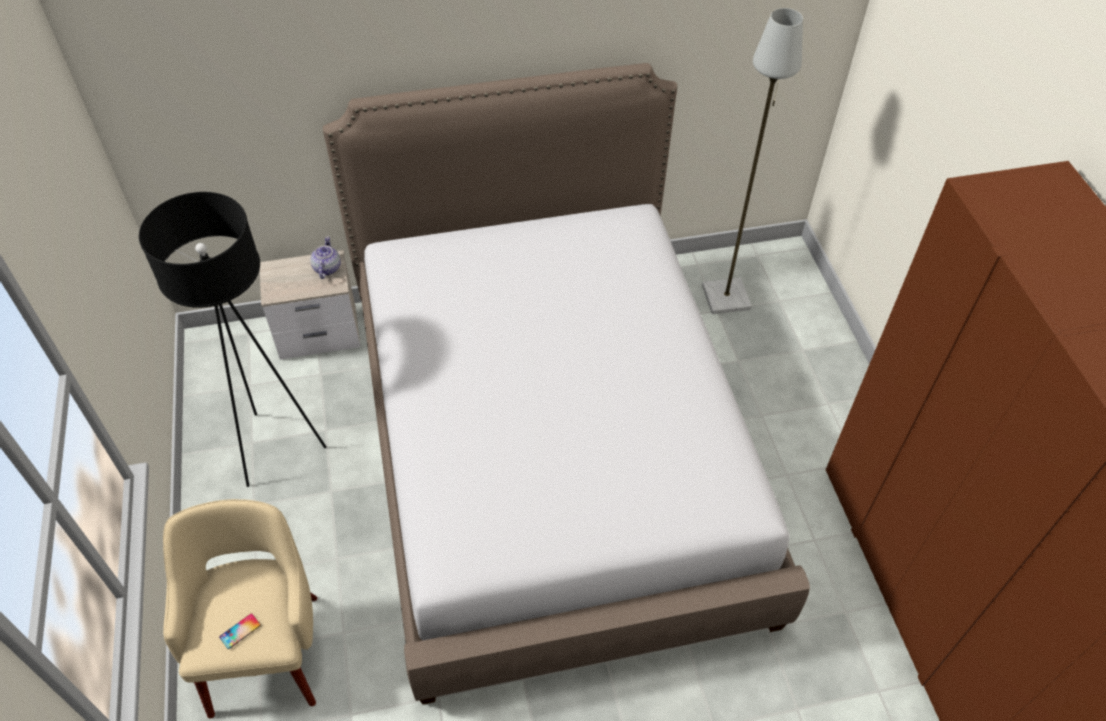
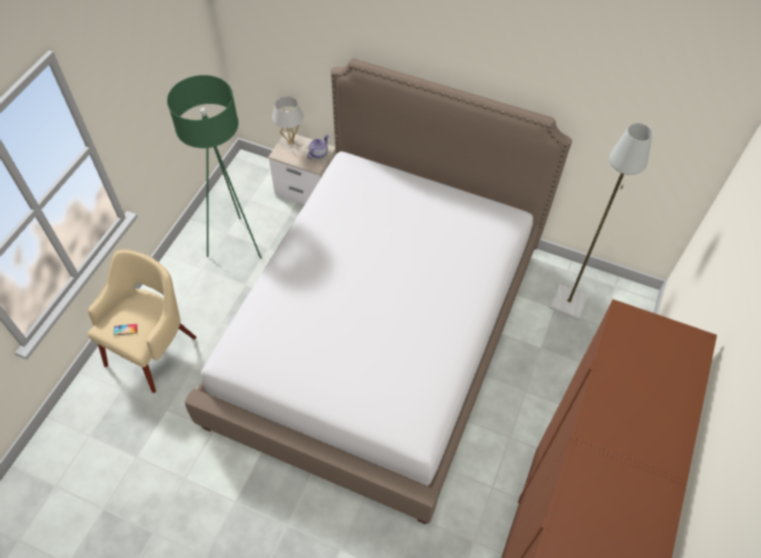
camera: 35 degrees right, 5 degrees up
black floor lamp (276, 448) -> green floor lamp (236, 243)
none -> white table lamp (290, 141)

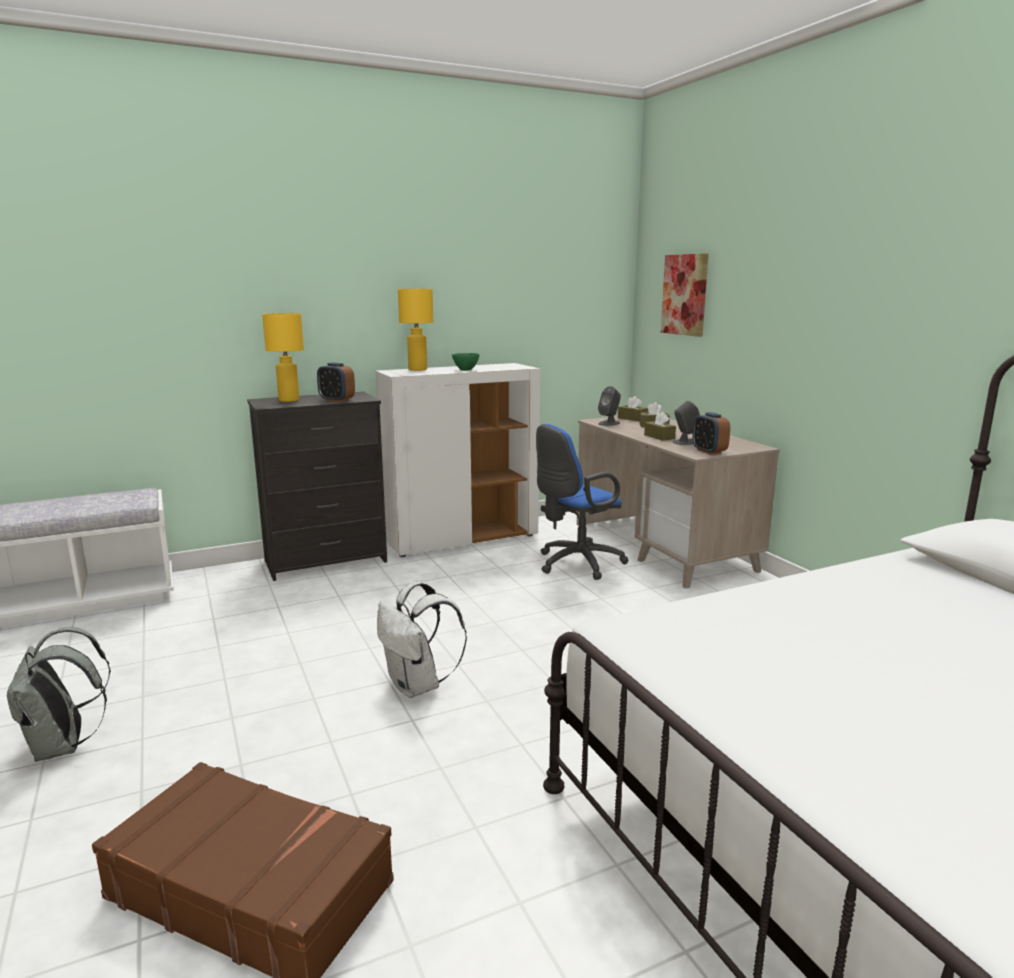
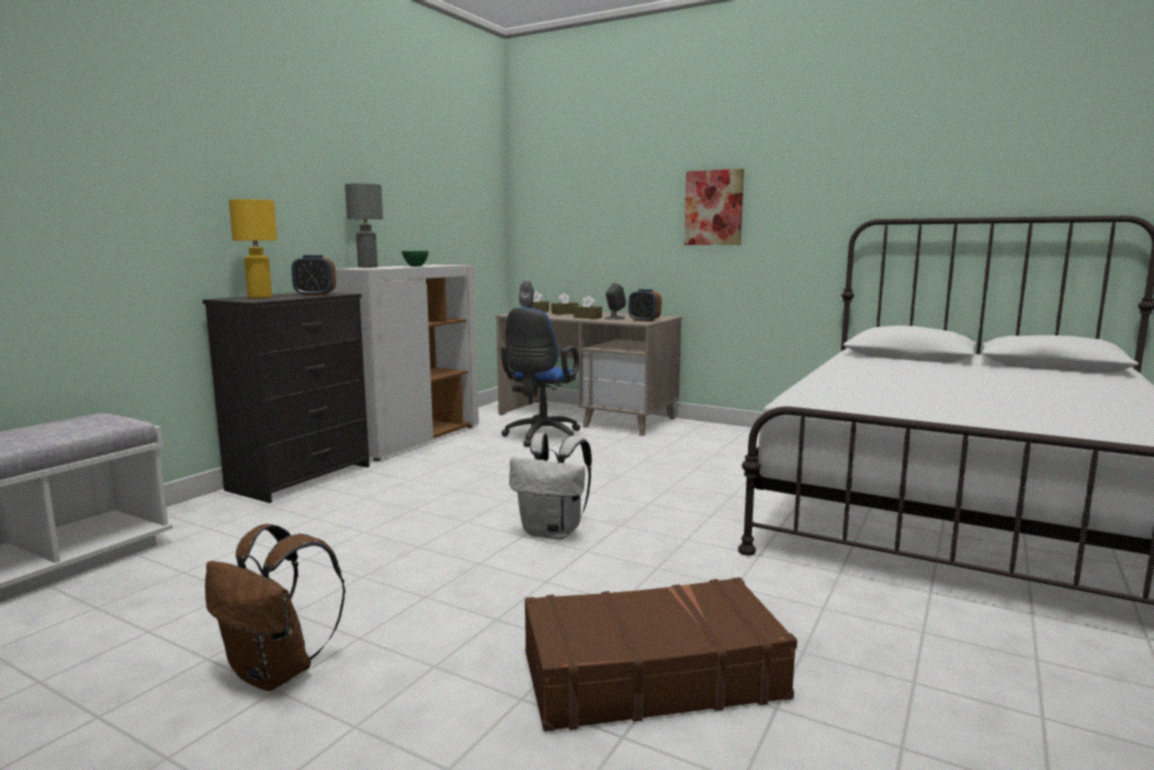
camera: 35 degrees left, 5 degrees down
grey backpack (63, 746) -> brown backpack (276, 672)
yellow table lamp (417, 369) -> grey table lamp (367, 267)
picture (685, 295) -> picture (713, 208), move

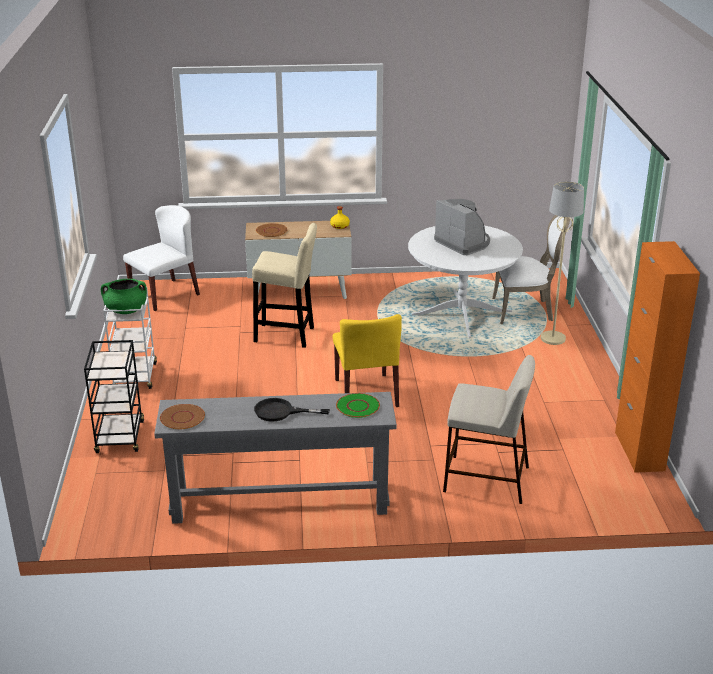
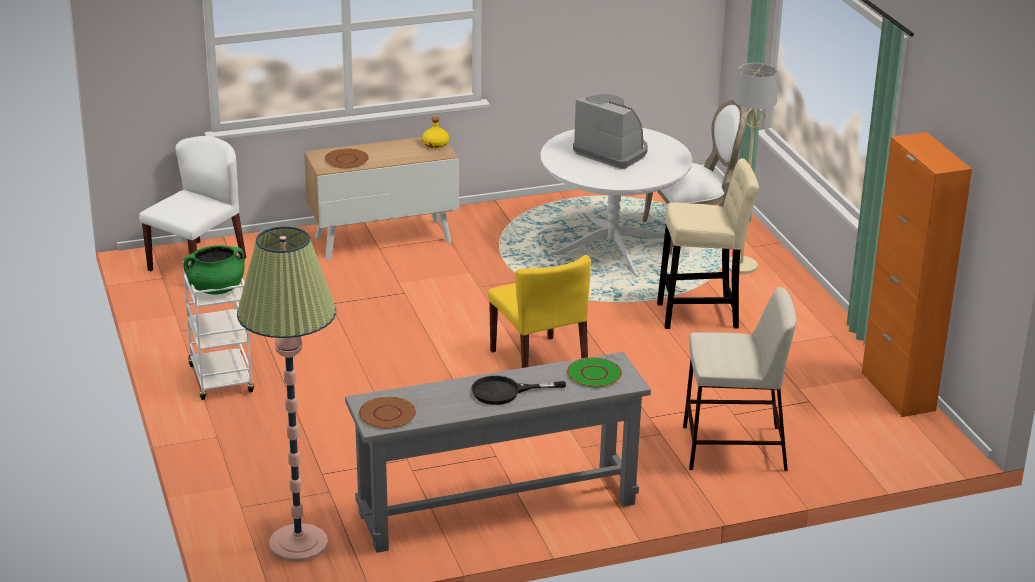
camera: 15 degrees left, 0 degrees up
black cart (120, 438) -> none
beige stool (287, 335) -> beige stool (702, 315), move
none -> floor lamp (298, 543)

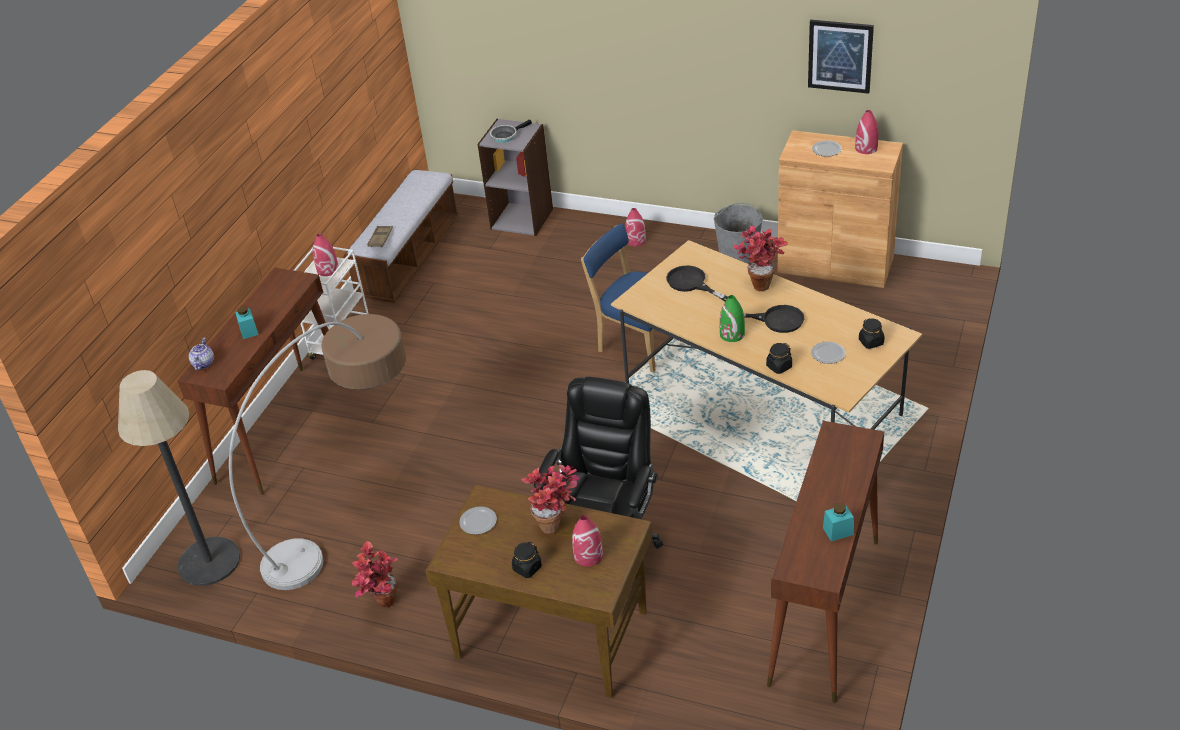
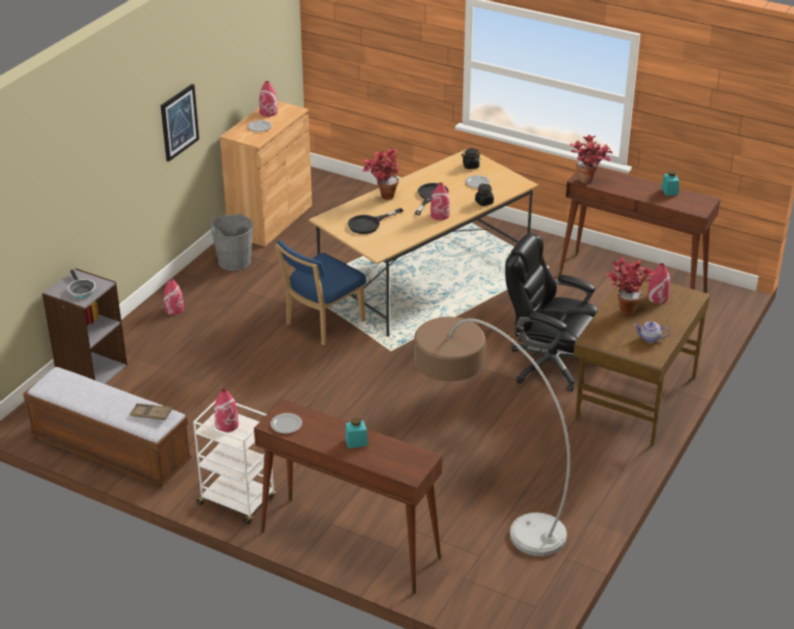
camera: 85 degrees left, 5 degrees down
floor lamp (209, 562) -> none
teapot (203, 363) -> teapot (649, 339), move
potted plant (381, 605) -> potted plant (589, 182), move
plate (477, 521) -> plate (285, 425), move
black jar (527, 568) -> none
green vase (732, 334) -> red vase (440, 215)
picture (840, 56) -> picture (179, 122), move

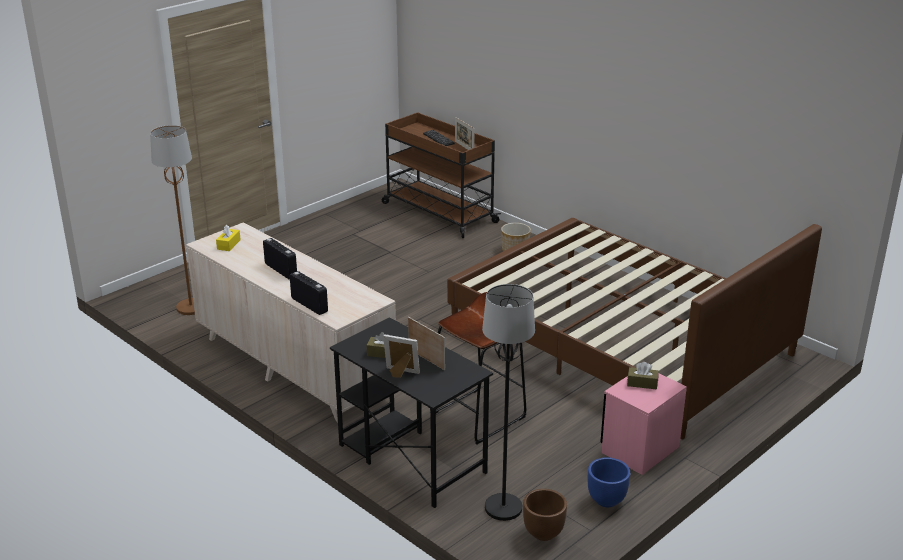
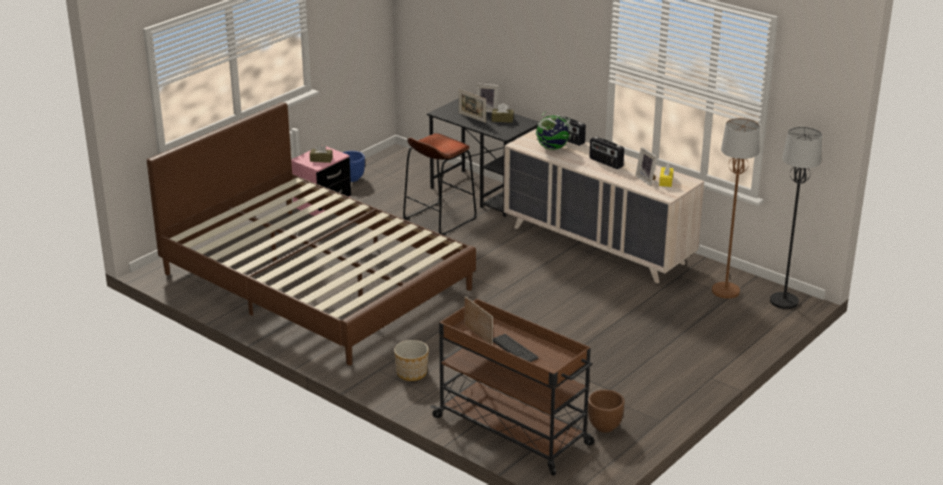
camera: 175 degrees right, 0 degrees up
black floor lamp (503, 508) -> black floor lamp (784, 301), move
brown planter (543, 533) -> brown planter (605, 427), move
none -> globe (552, 148)
none -> picture frame (647, 180)

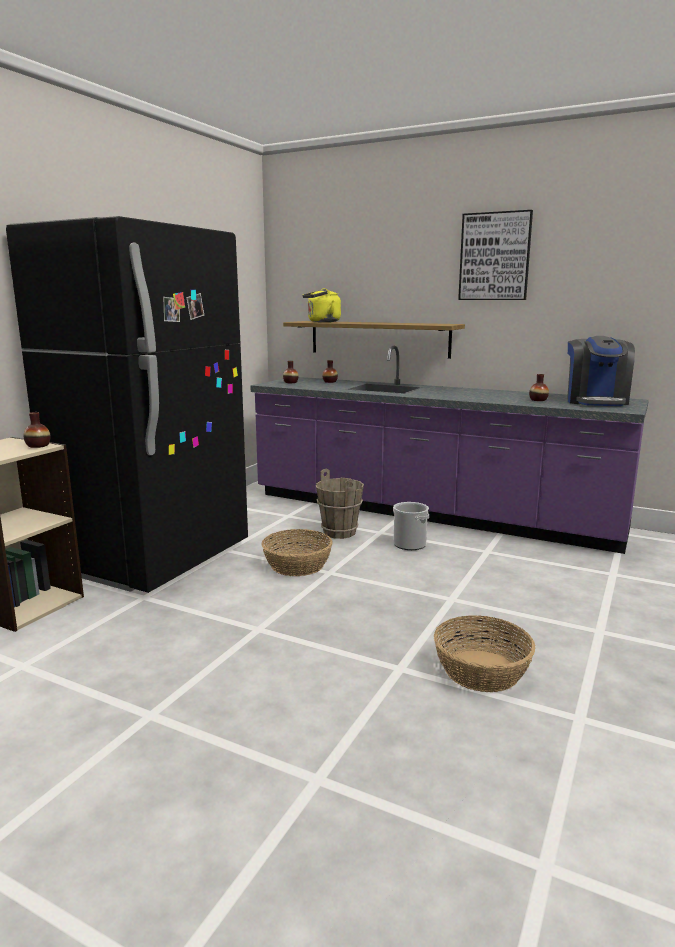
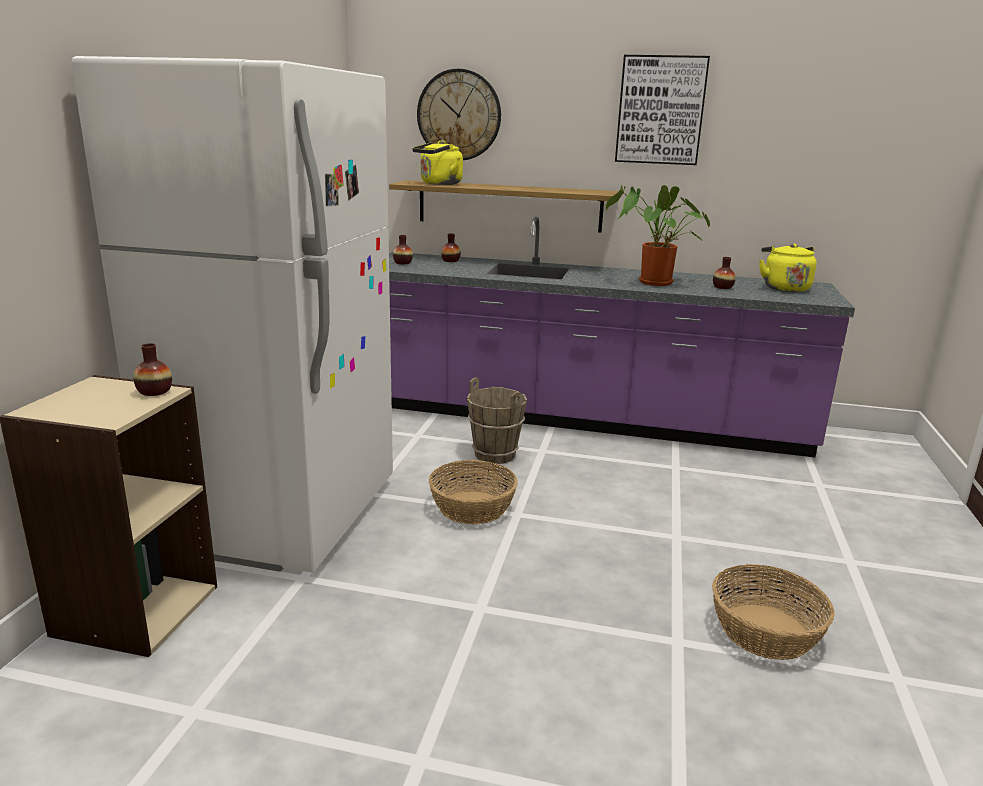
camera: 15 degrees left, 5 degrees up
black fridge (156, 558) -> white fridge (283, 515)
bucket (409, 544) -> none
coffee machine (595, 401) -> yellow kettle (784, 288)
none -> wall clock (459, 115)
none -> potted plant (652, 283)

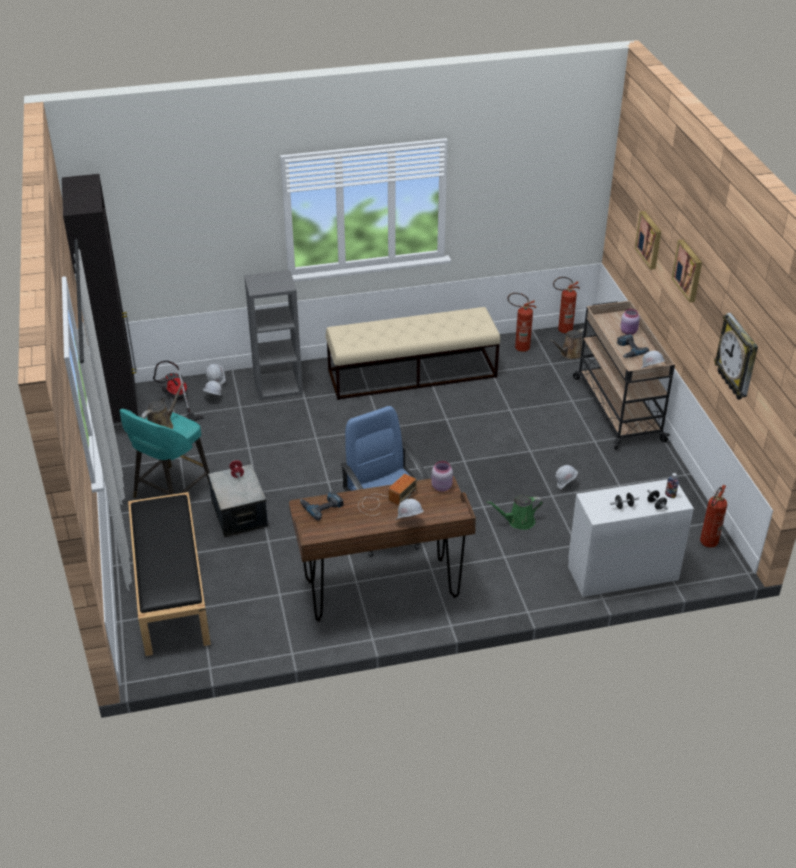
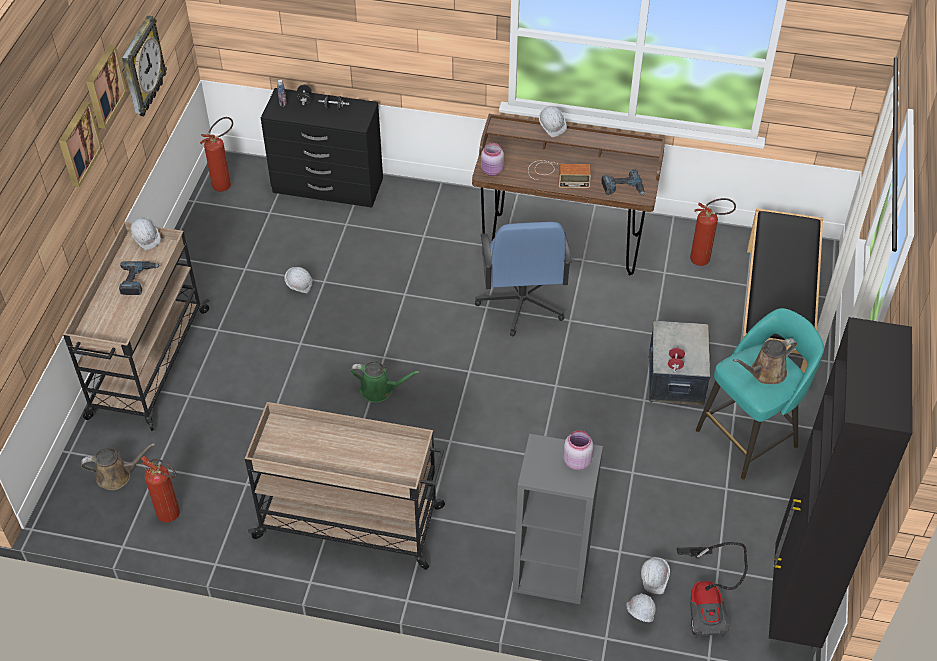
camera: 155 degrees left, 10 degrees up
beige bench (412, 373) -> beige cart (351, 522)
radio (384, 500) -> radio (557, 175), 150 degrees counterclockwise
green watering can (518, 521) -> green watering can (380, 390), move
fire extinguisher (561, 330) -> fire extinguisher (705, 260), move
white dresser (621, 572) -> black dresser (328, 186)
pink jar (629, 332) -> pink jar (576, 460), move
picture (650, 239) -> picture (103, 86), move

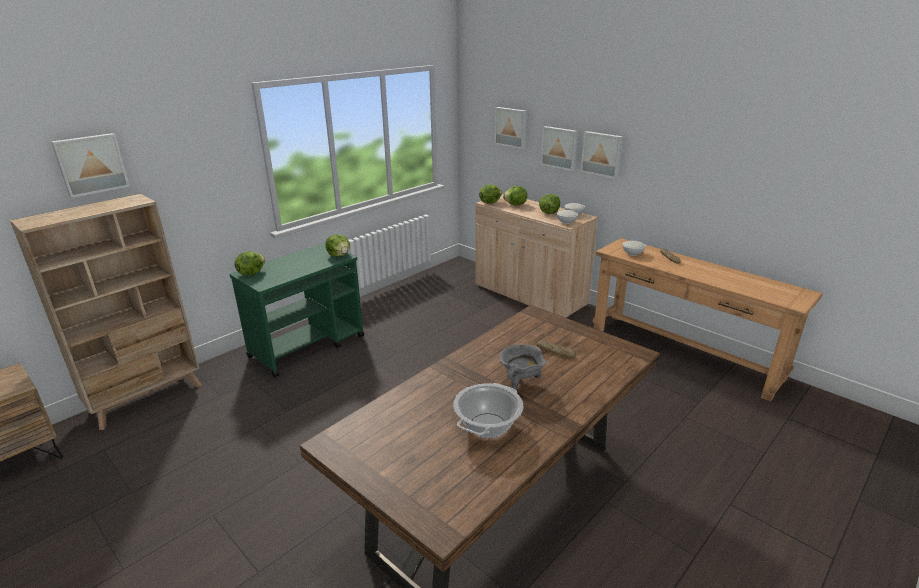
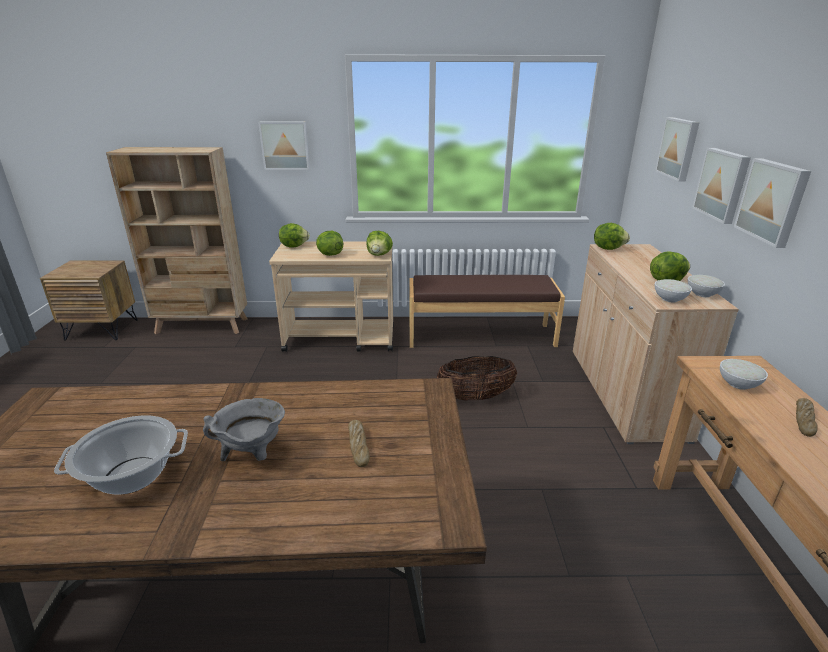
camera: 45 degrees right, 0 degrees up
picture (91, 164) -> picture (285, 145), move
green cart (308, 346) -> beige cart (341, 339)
lettuce (515, 205) -> lettuce (329, 254), move
none -> brown bench (480, 335)
none -> basket (475, 397)

